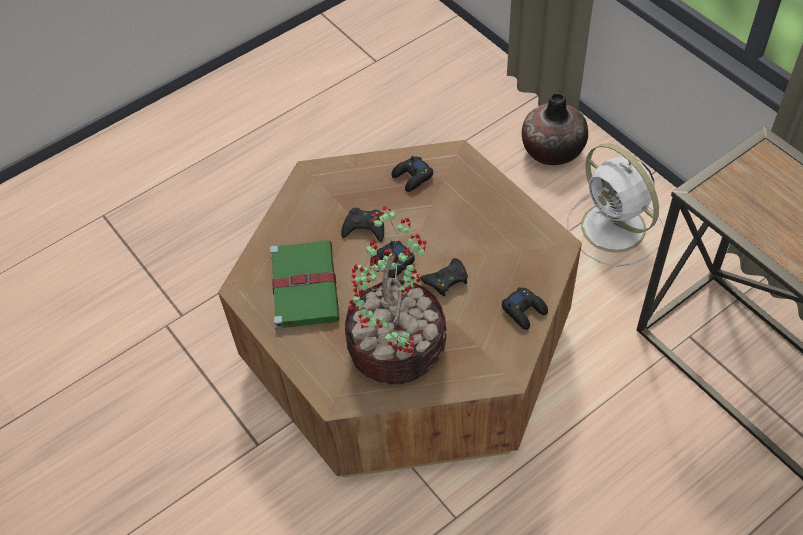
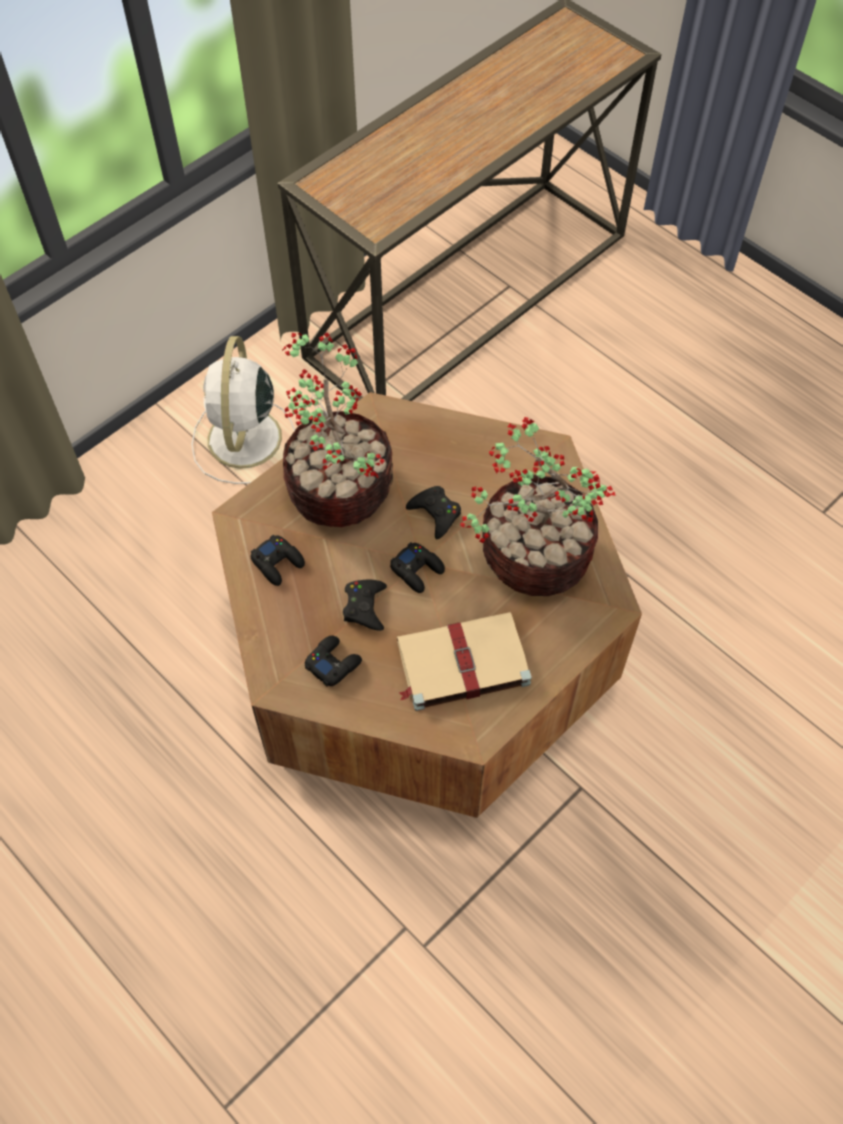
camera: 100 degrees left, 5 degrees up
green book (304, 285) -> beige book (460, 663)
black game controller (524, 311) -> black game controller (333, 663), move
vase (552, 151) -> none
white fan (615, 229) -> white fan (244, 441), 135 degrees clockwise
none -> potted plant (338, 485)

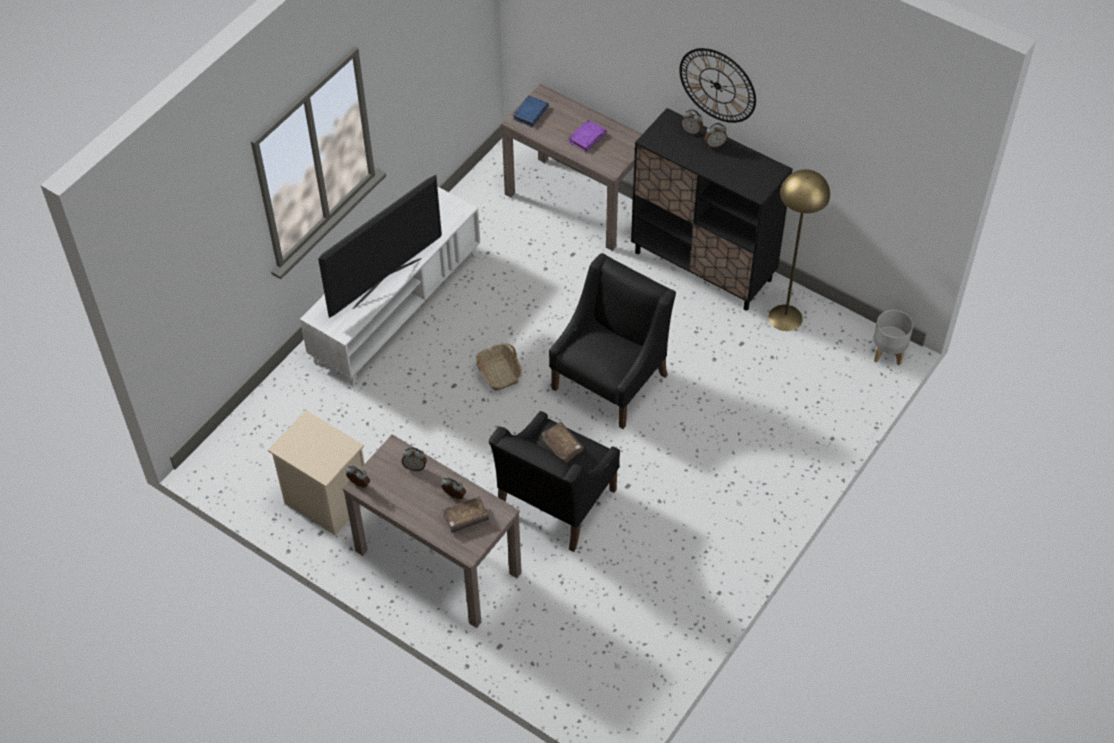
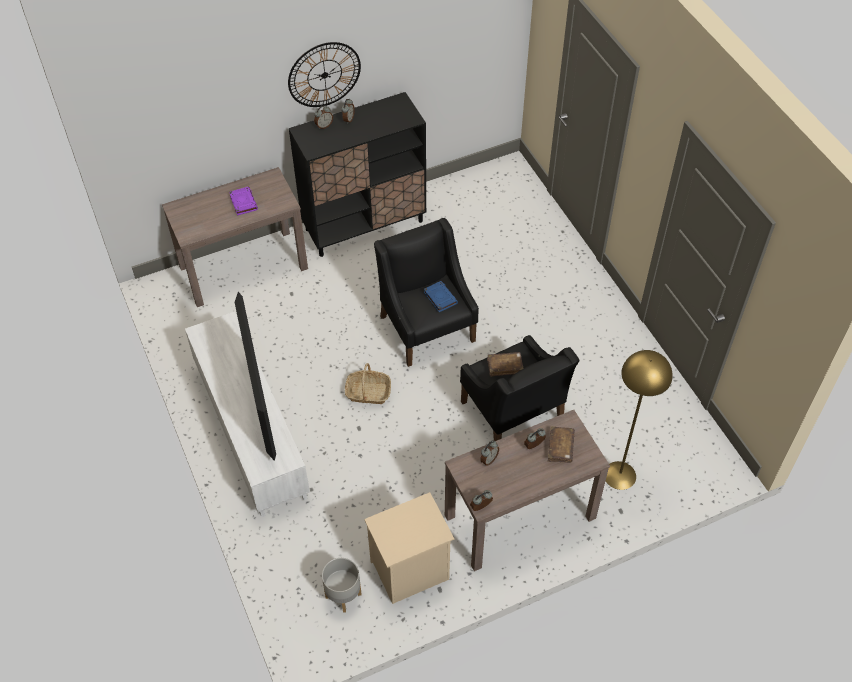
camera: 60 degrees left, 0 degrees up
blue book (530, 113) -> blue book (440, 298), move
yellow floor lamp (785, 317) -> yellow floor lamp (619, 475), move
grey planter (887, 353) -> grey planter (343, 596), move

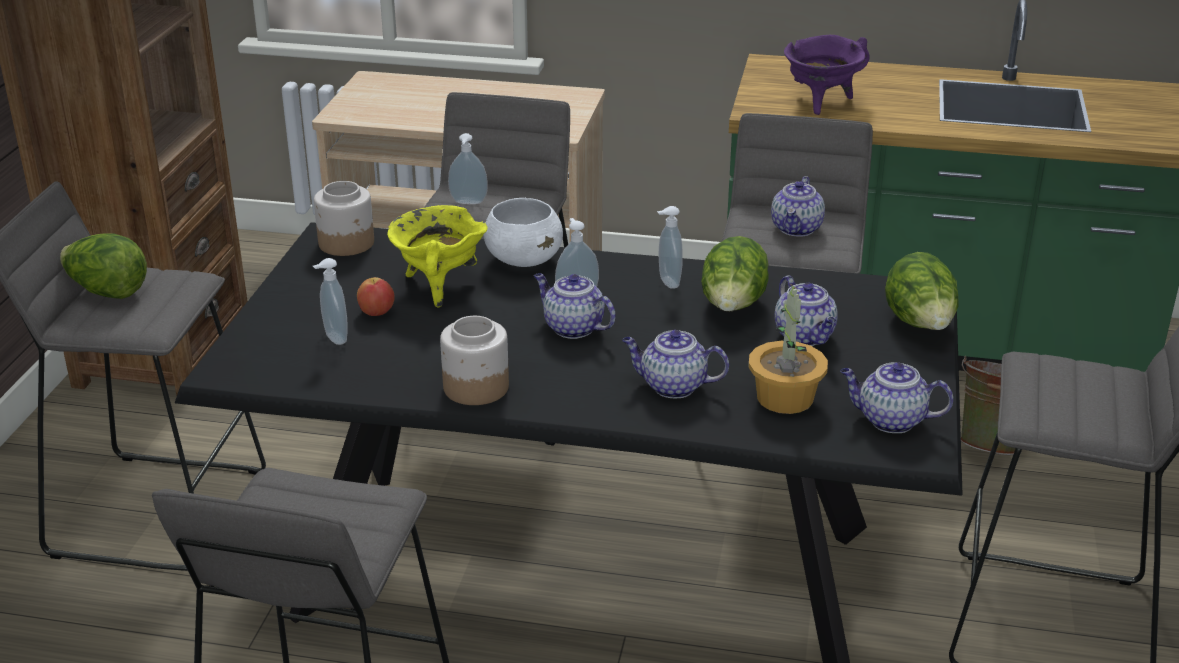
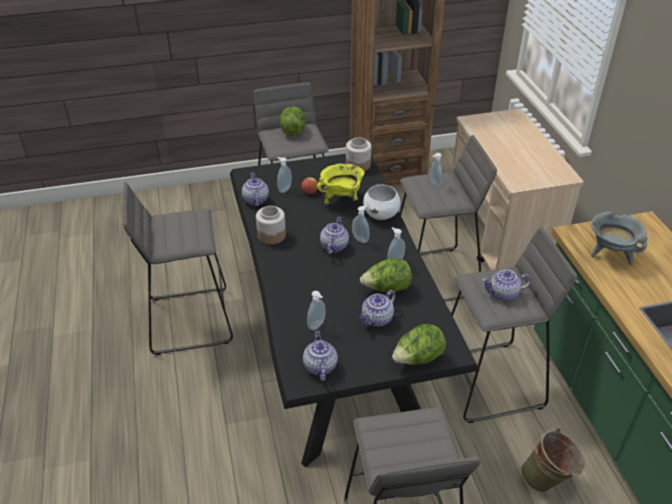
camera: 65 degrees right, 10 degrees up
teapot (672, 386) -> teapot (255, 200), move
potted plant (784, 398) -> soap dispenser (317, 326)
purple cooking pot (820, 103) -> grey cooking pot (610, 254)

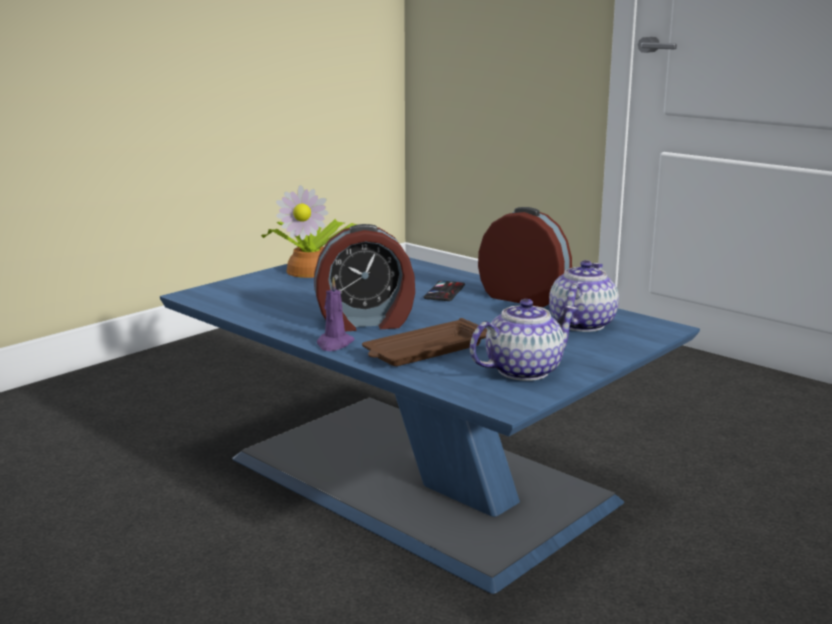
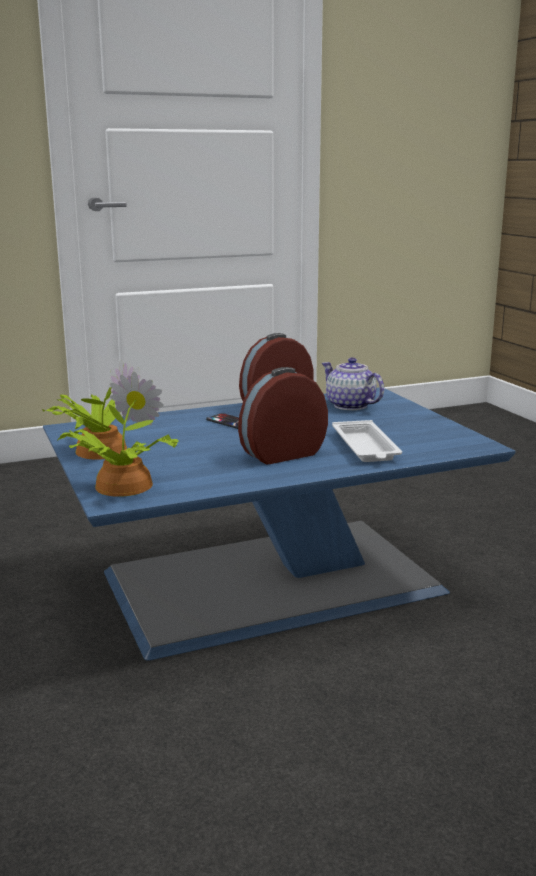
camera: 65 degrees left, 0 degrees up
alarm clock (365, 323) -> alarm clock (281, 454), 135 degrees counterclockwise
purple candle (334, 344) -> none
brown tray (426, 351) -> white tray (365, 447)
teapot (522, 371) -> none
none -> potted plant (120, 486)

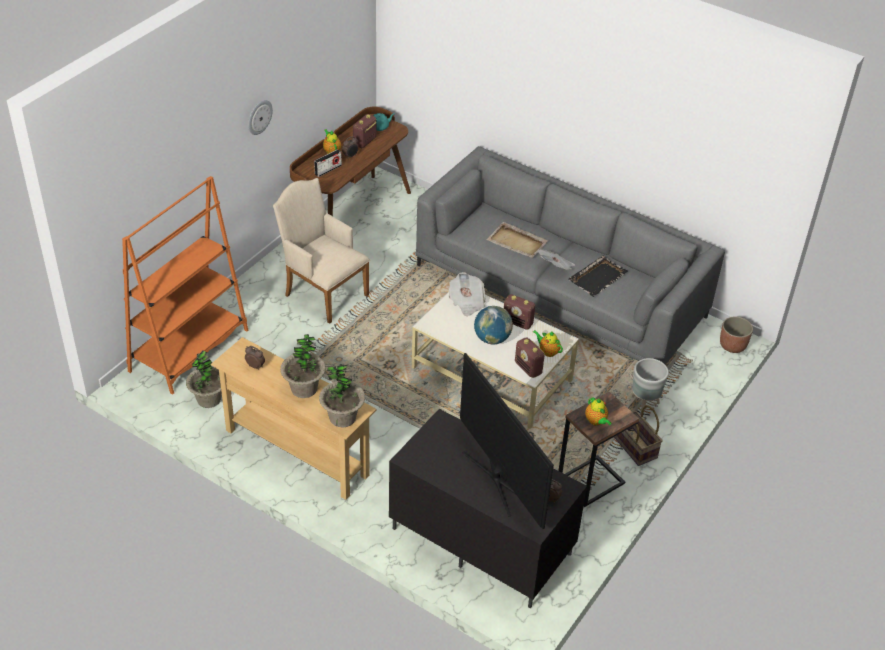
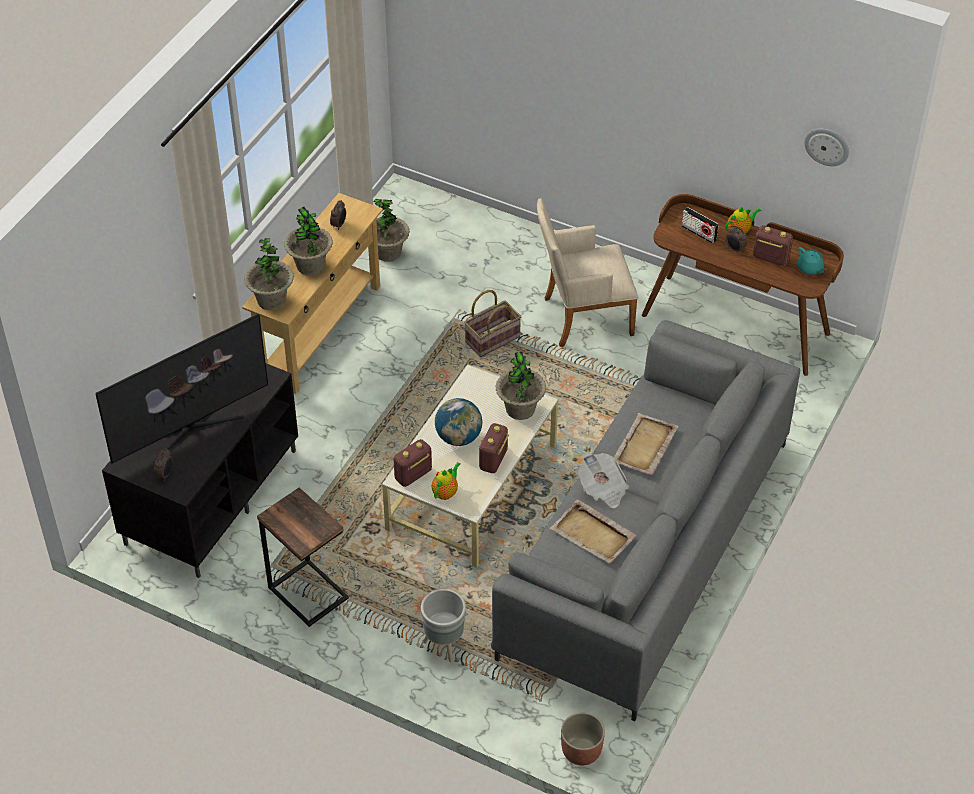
camera: 85 degrees right, 5 degrees up
orange bookcase (189, 350) -> none
wall clock (259, 117) -> wall clock (827, 146), move
beige armchair (323, 292) -> beige armchair (582, 317), 135 degrees counterclockwise
newspaper (466, 302) -> potted plant (520, 409)
black tray (598, 277) -> beige tray (593, 534)
teapot (596, 421) -> none
basket (634, 447) -> basket (492, 339), move

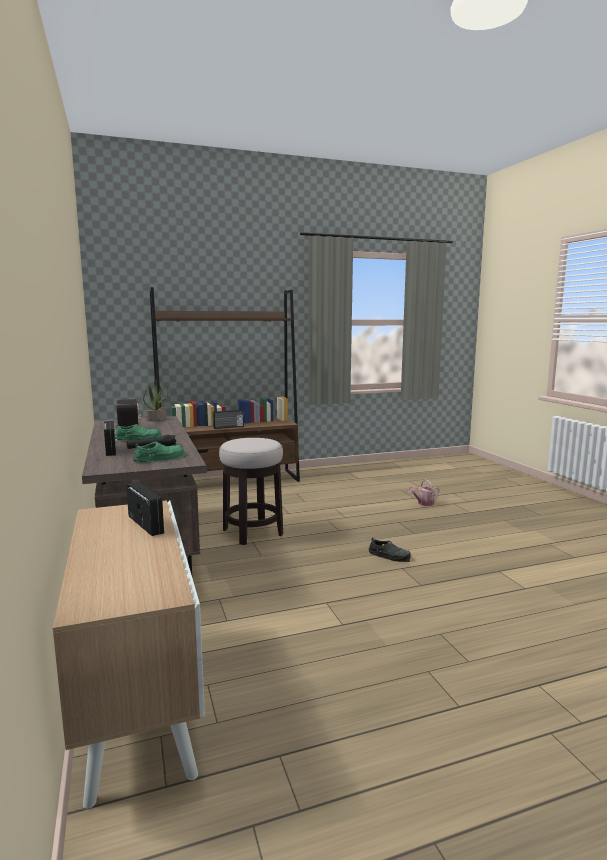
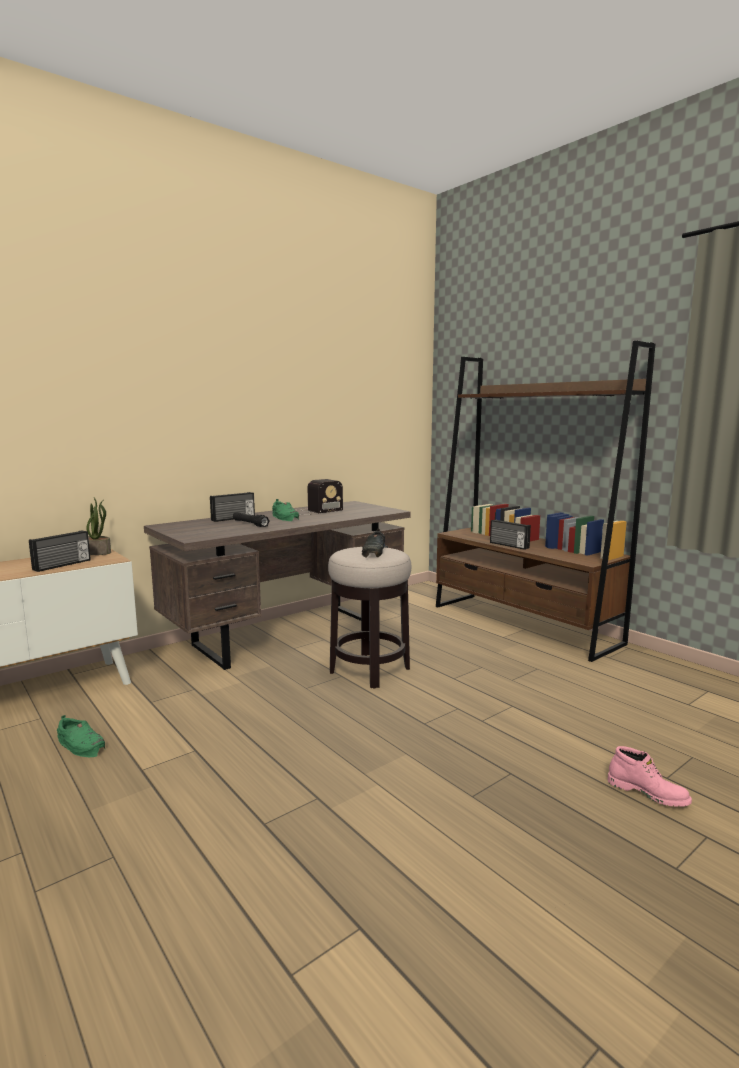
camera: 70 degrees right, 0 degrees up
green shoe (160, 458) -> green shoe (81, 744), move
potted plant (156, 419) -> potted plant (98, 552), move
black shoe (390, 555) -> black shoe (374, 551), move
watering can (423, 503) -> pink boot (648, 793)

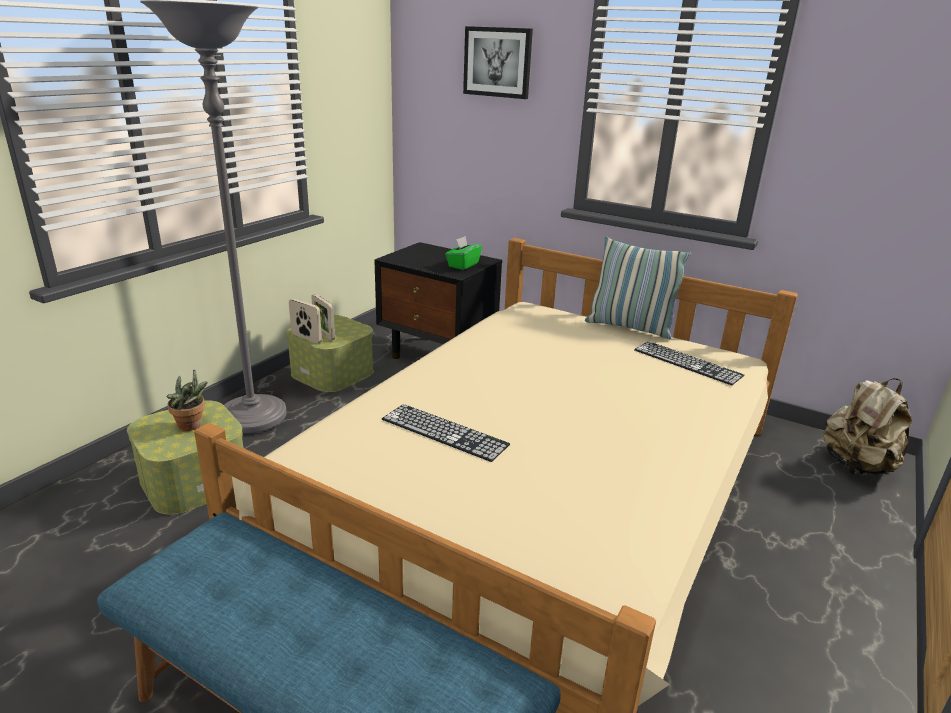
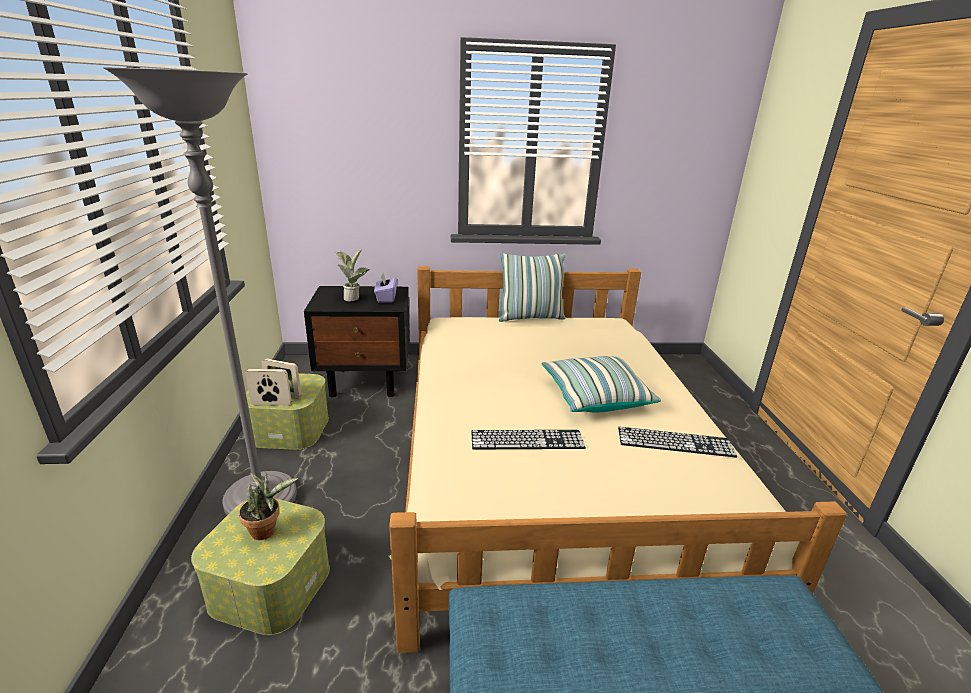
camera: 35 degrees left, 0 degrees up
green tissue box (463, 265) -> purple tissue box (386, 298)
picture (498, 62) -> none
keyboard (687, 362) -> keyboard (675, 442), move
beige backpack (856, 466) -> none
none -> potted plant (354, 298)
none -> pillow (595, 397)

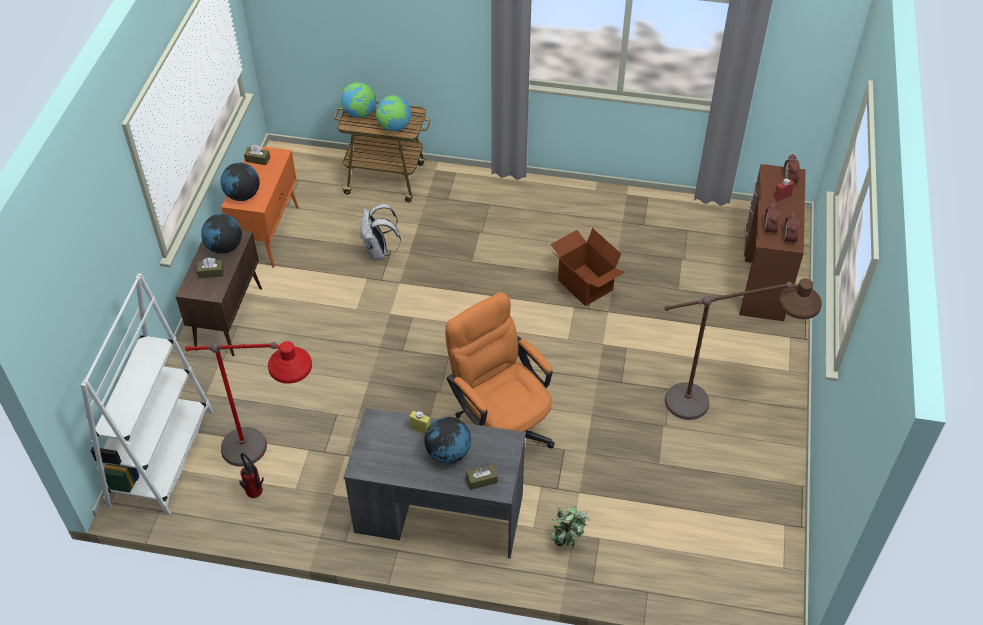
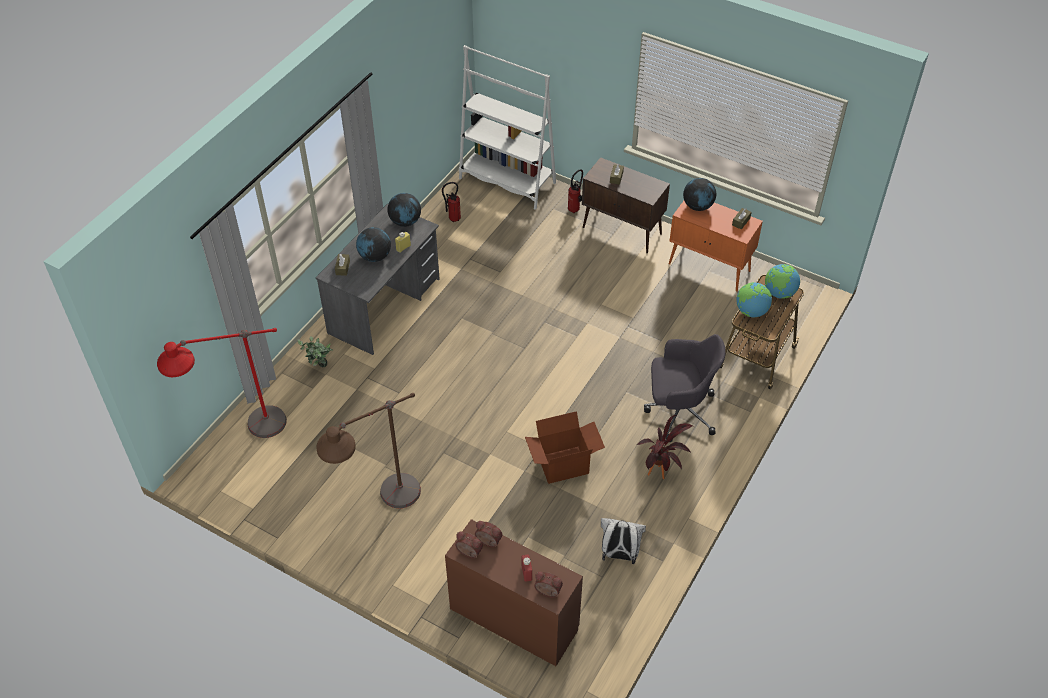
camera: 110 degrees right, 0 degrees up
red floor lamp (271, 459) -> red floor lamp (244, 437), move
globe (224, 247) -> globe (405, 222), move
white backpack (379, 252) -> white backpack (619, 555), move
orange office chair (501, 426) -> none
none -> fire extinguisher (575, 209)
none -> potted plant (661, 475)
none -> grey office chair (678, 411)

